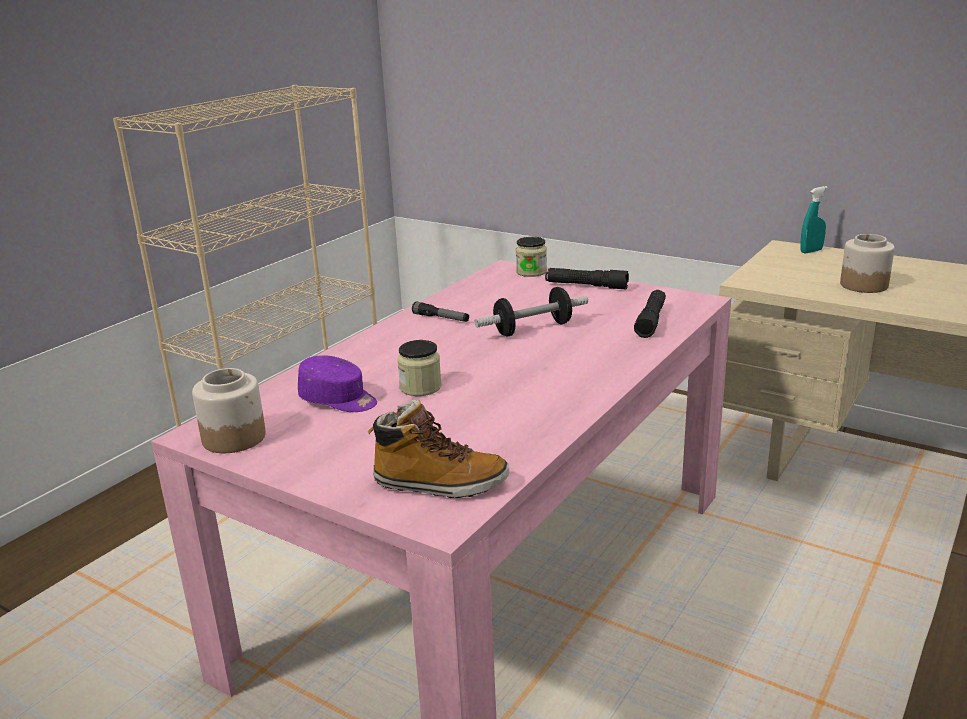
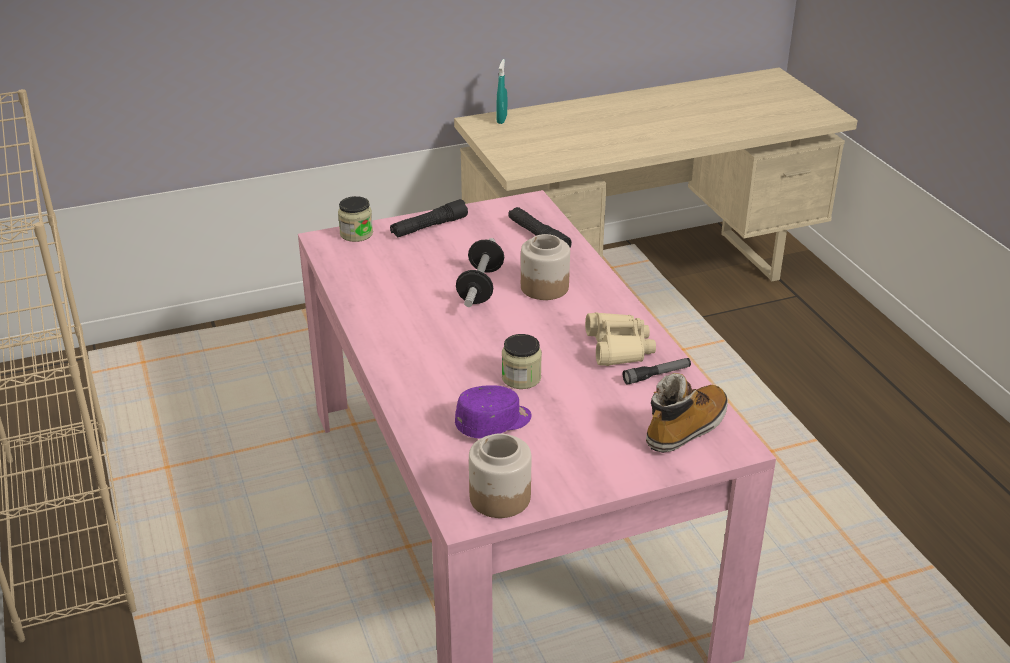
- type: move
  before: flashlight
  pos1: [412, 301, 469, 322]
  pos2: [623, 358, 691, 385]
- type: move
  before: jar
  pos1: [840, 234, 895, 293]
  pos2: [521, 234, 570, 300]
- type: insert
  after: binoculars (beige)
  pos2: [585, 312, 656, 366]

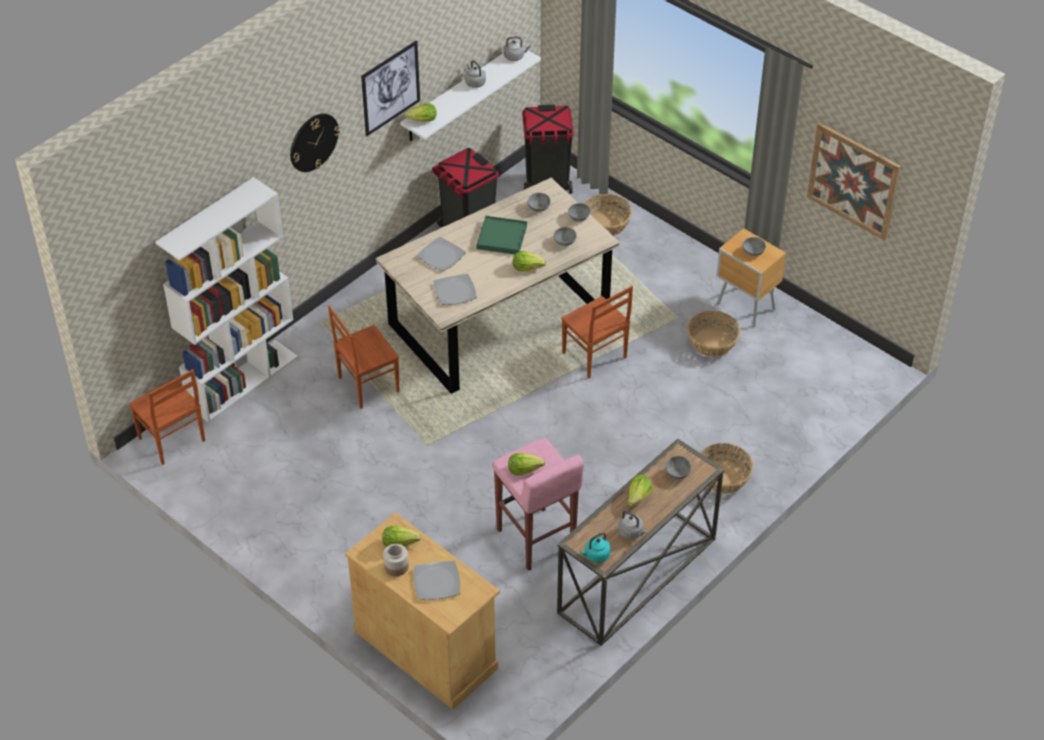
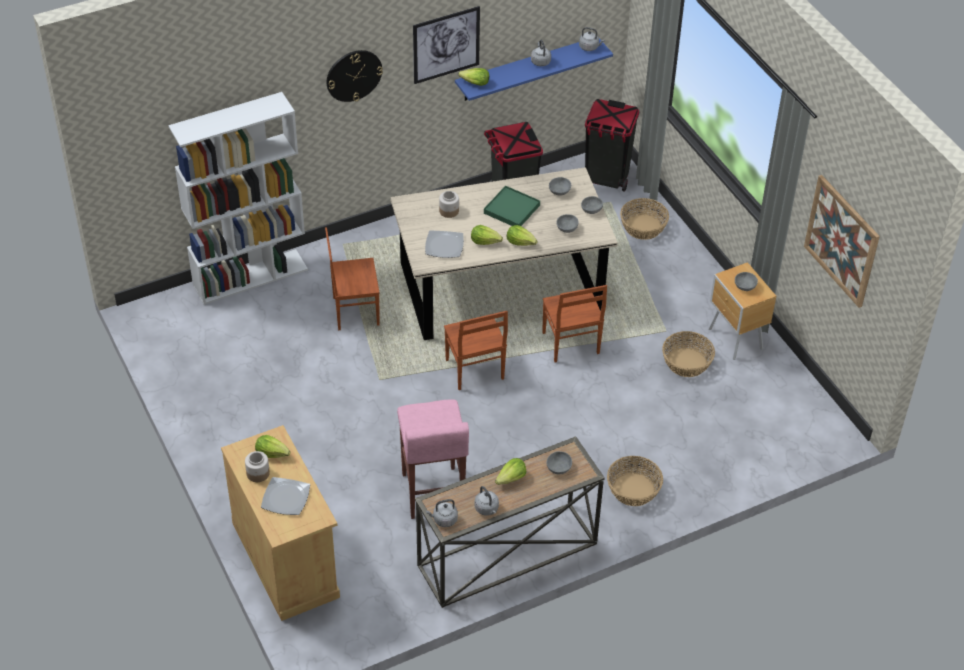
- type: move
  before: chair (brown)
  pos1: [129, 369, 205, 465]
  pos2: [444, 311, 508, 390]
- type: recolor
  before: shelf (white)
  after: shelf (blue)
  pos1: [400, 48, 541, 141]
  pos2: [455, 38, 613, 101]
- type: replace
  before: plate
  after: jar
  pos1: [417, 237, 466, 271]
  pos2: [439, 191, 459, 218]
- type: move
  before: lettuce
  pos1: [508, 453, 545, 475]
  pos2: [471, 225, 503, 245]
- type: recolor
  before: kettle (turquoise)
  after: kettle (grey)
  pos1: [580, 532, 611, 563]
  pos2: [426, 499, 458, 527]

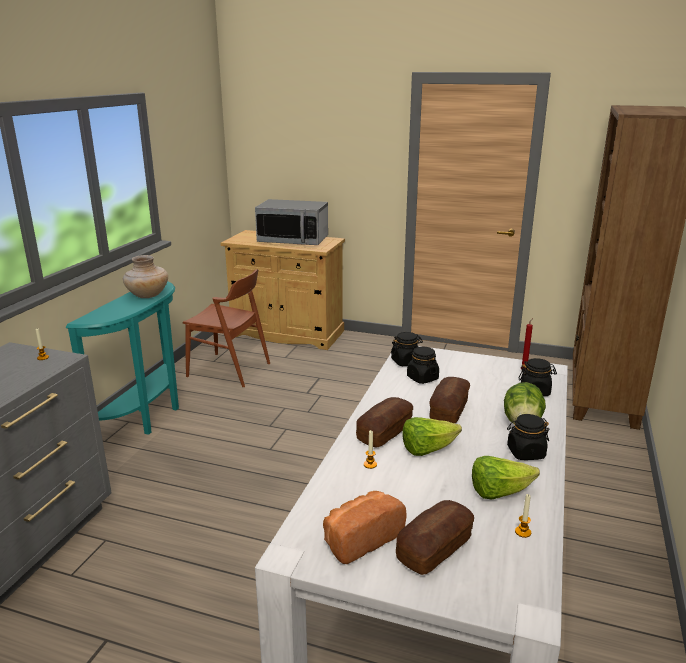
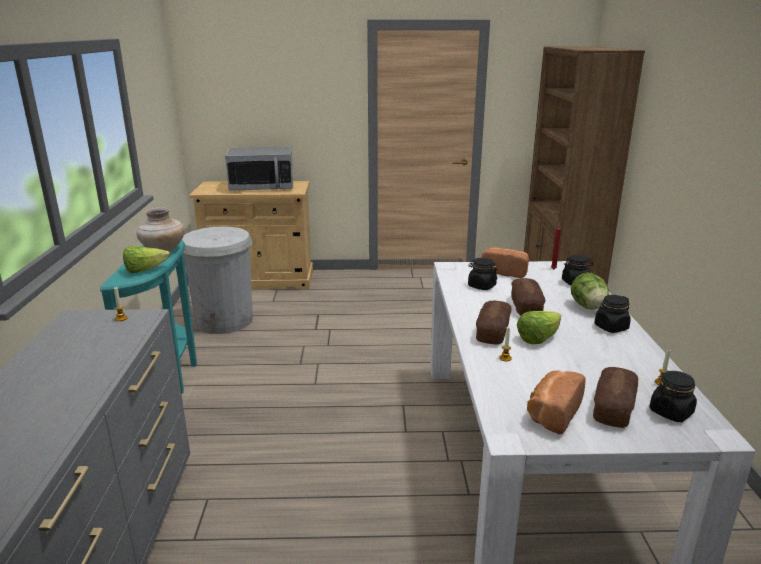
- type: replace
  before: chair (brown)
  after: trash can (white)
  pos1: [183, 269, 270, 387]
  pos2: [182, 226, 253, 334]
- type: move
  before: jar (black)
  pos1: [391, 332, 423, 366]
  pos2: [649, 371, 697, 422]
- type: move
  before: lettuce
  pos1: [472, 456, 540, 500]
  pos2: [123, 246, 170, 273]
- type: insert
  after: bread
  pos2: [481, 247, 529, 278]

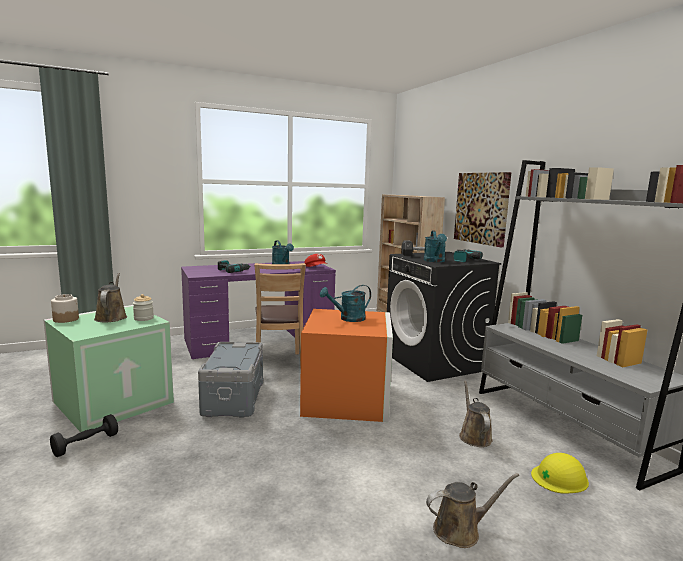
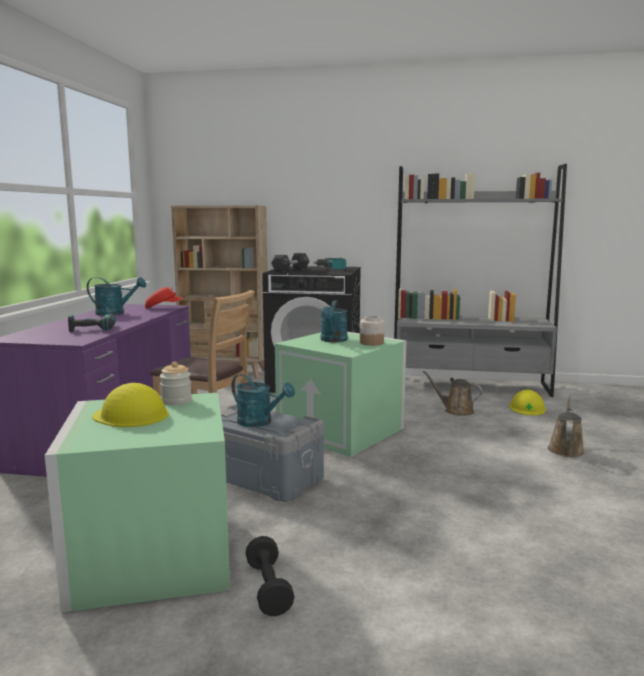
- type: move
  before: jar
  pos1: [51, 294, 79, 323]
  pos2: [360, 316, 384, 346]
- type: replace
  before: watering can (brown)
  after: hard hat (yellow)
  pos1: [94, 273, 127, 322]
  pos2: [92, 383, 169, 427]
- type: recolor
  before: storage box (orange)
  after: storage box (green)
  pos1: [300, 309, 393, 422]
  pos2: [275, 332, 407, 457]
- type: move
  before: watering can (turquoise)
  pos1: [424, 231, 447, 262]
  pos2: [231, 374, 295, 427]
- type: delete
  before: picture
  pos1: [454, 172, 512, 247]

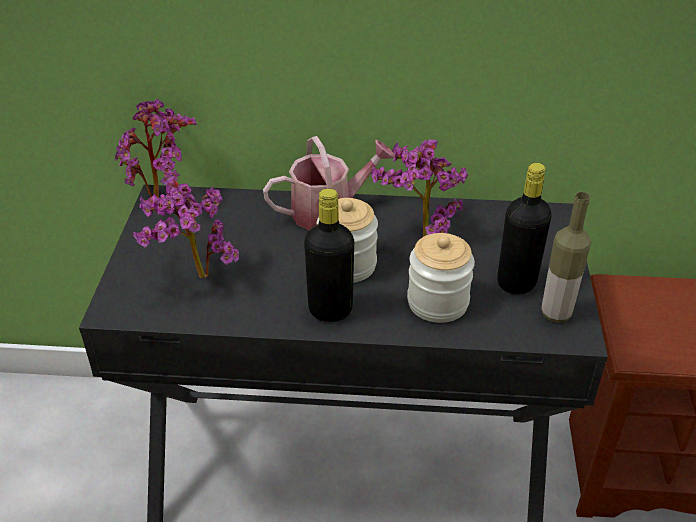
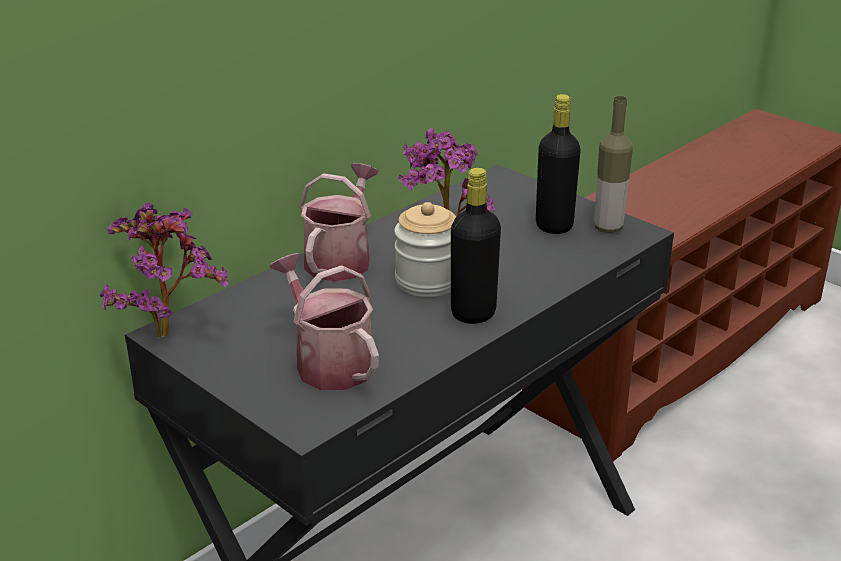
- type: replace
  before: potted plant
  after: watering can
  pos1: [133, 176, 239, 279]
  pos2: [269, 253, 379, 390]
- type: delete
  before: jar
  pos1: [407, 233, 475, 323]

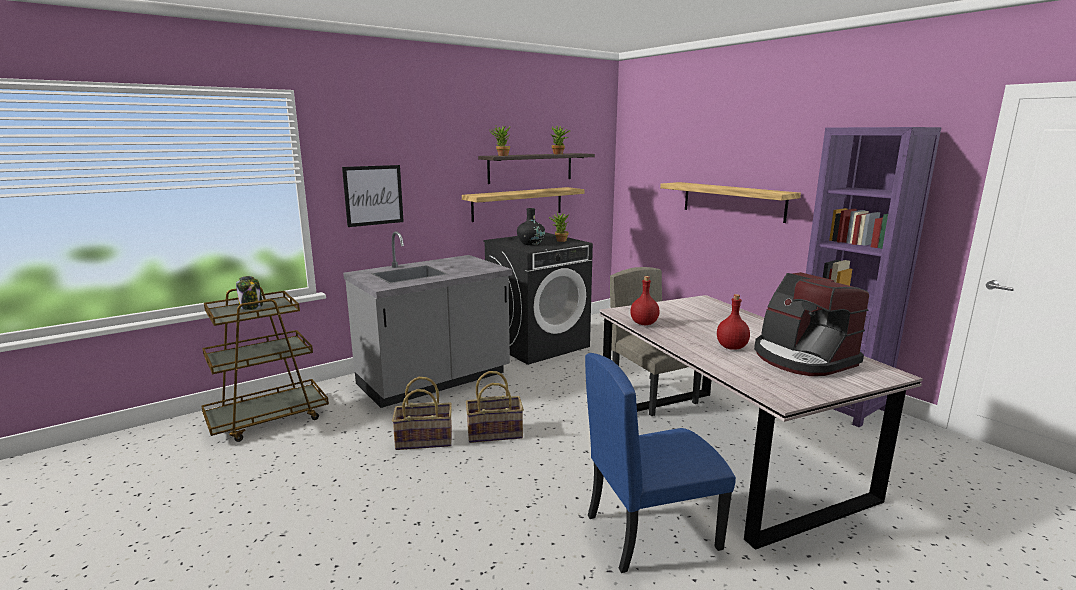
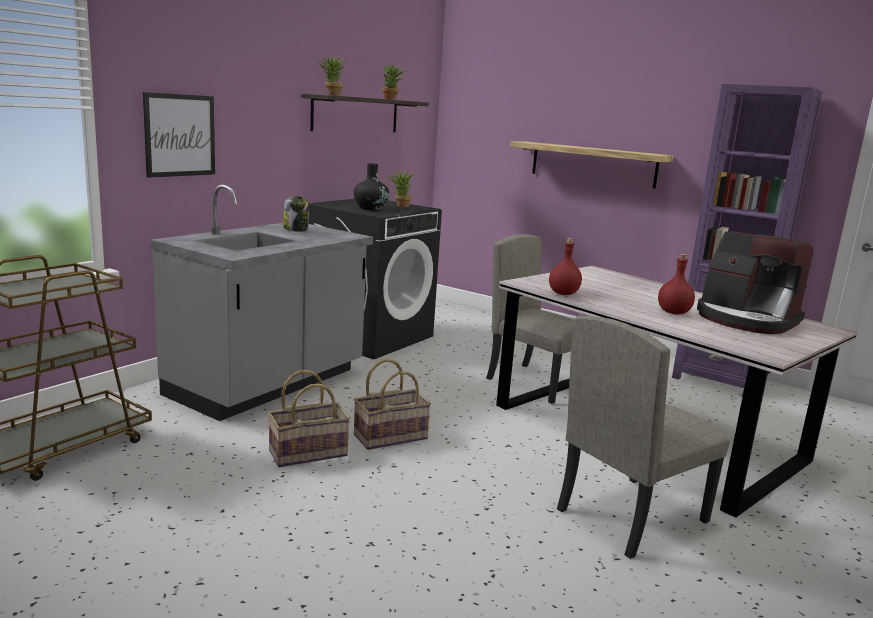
- type: move
  before: jar
  pos1: [236, 276, 263, 310]
  pos2: [283, 196, 309, 232]
- type: delete
  before: shelf
  pos1: [462, 187, 585, 222]
- type: recolor
  before: chair (blue)
  after: chair (beige)
  pos1: [585, 353, 736, 573]
  pos2: [557, 316, 730, 559]

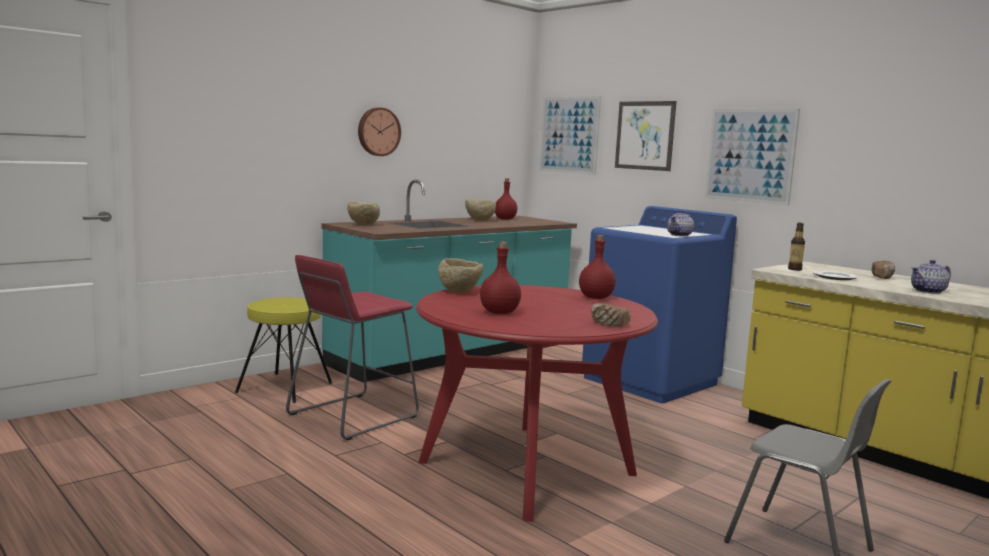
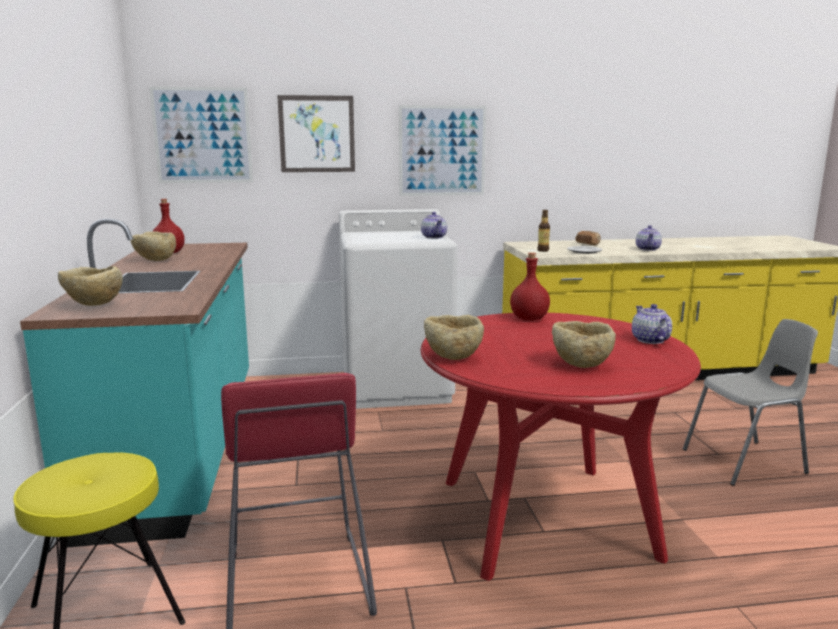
- type: delete
  before: wall clock
  pos1: [358, 107, 401, 156]
- type: replace
  before: bottle (red)
  after: bowl (beige)
  pos1: [480, 242, 521, 314]
  pos2: [552, 321, 616, 368]
- type: recolor
  before: washing machine (blue)
  after: washing machine (white)
  pos1: [582, 206, 737, 403]
  pos2: [339, 209, 457, 409]
- type: replace
  before: bread
  after: teapot
  pos1: [591, 303, 631, 327]
  pos2: [632, 304, 672, 344]

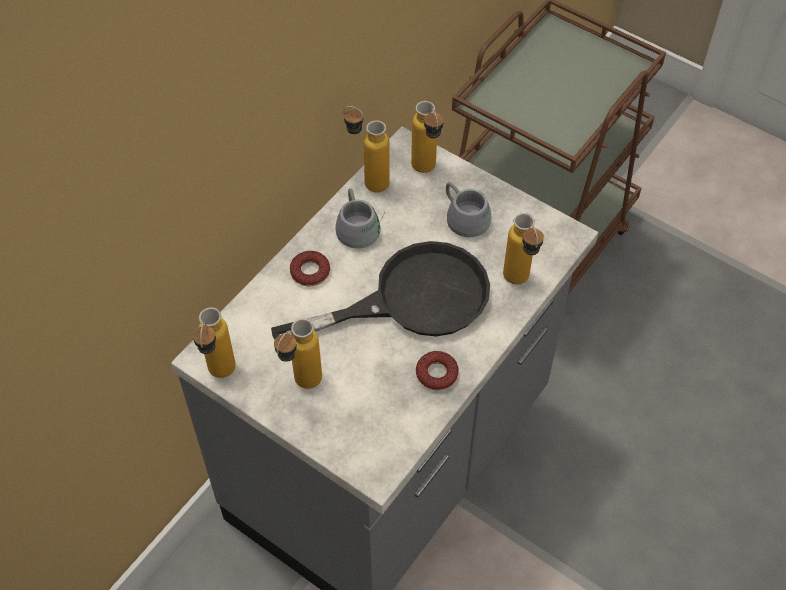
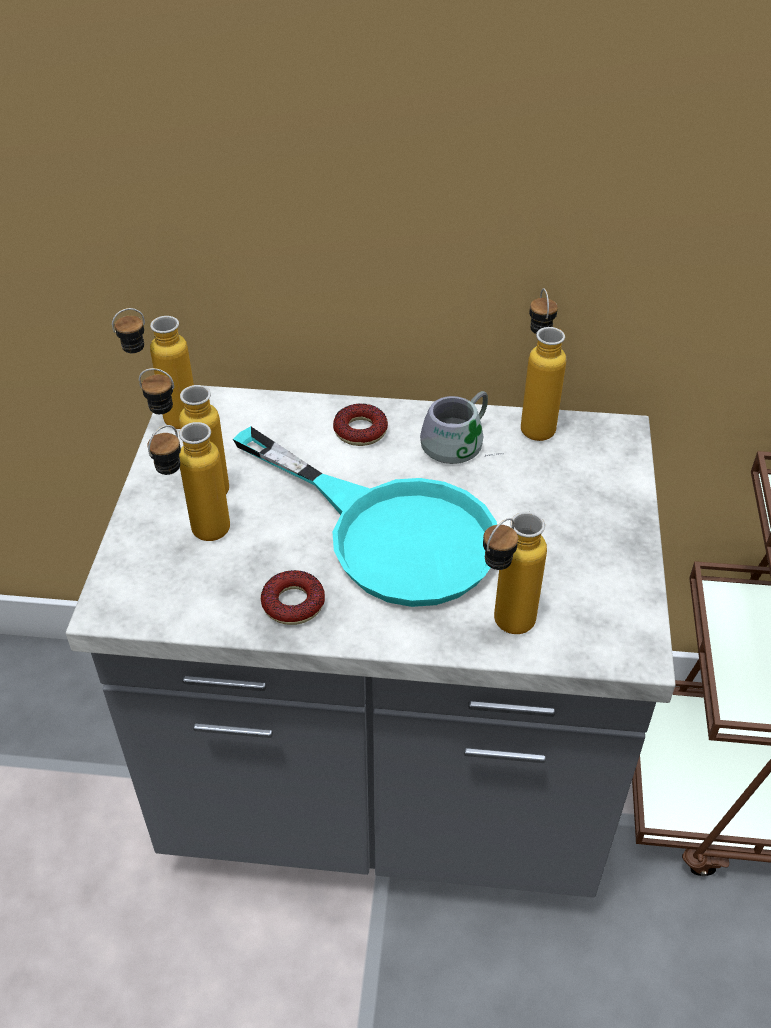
- type: recolor
  before: frying pan (black)
  after: frying pan (turquoise)
  pos1: [271, 241, 490, 339]
  pos2: [233, 426, 497, 607]
- type: move
  before: bottle
  pos1: [411, 101, 444, 173]
  pos2: [147, 422, 230, 541]
- type: delete
  before: mug (grey)
  pos1: [446, 182, 492, 237]

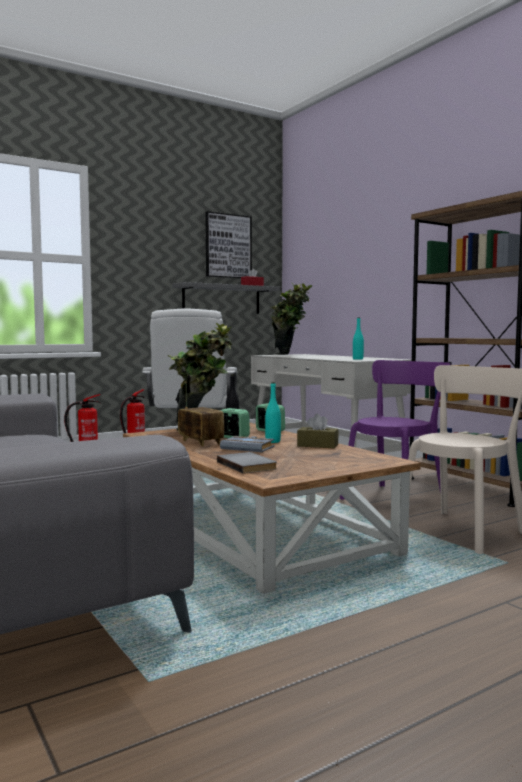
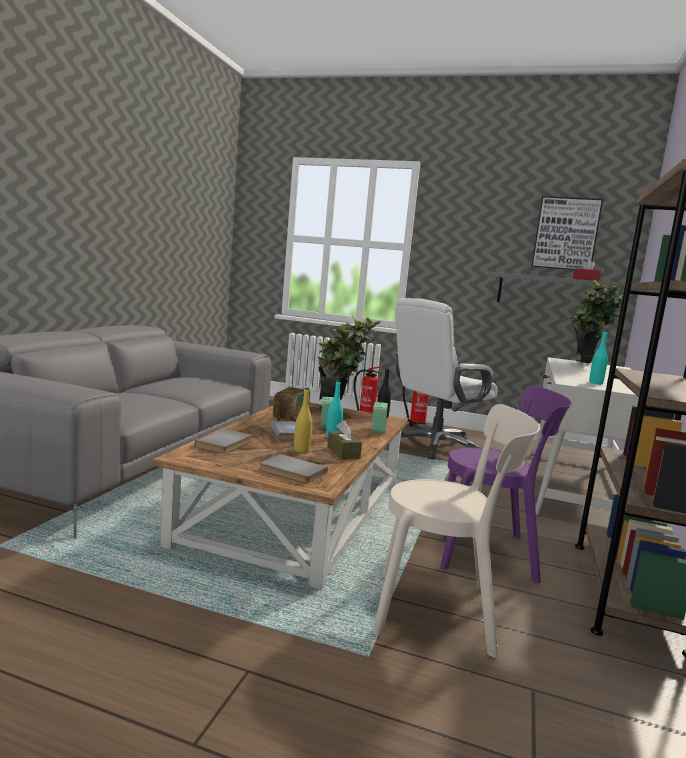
- type: insert
  after: book (grey)
  pos2: [259, 454, 328, 484]
- type: insert
  after: bottle (yellow)
  pos2: [294, 388, 312, 453]

